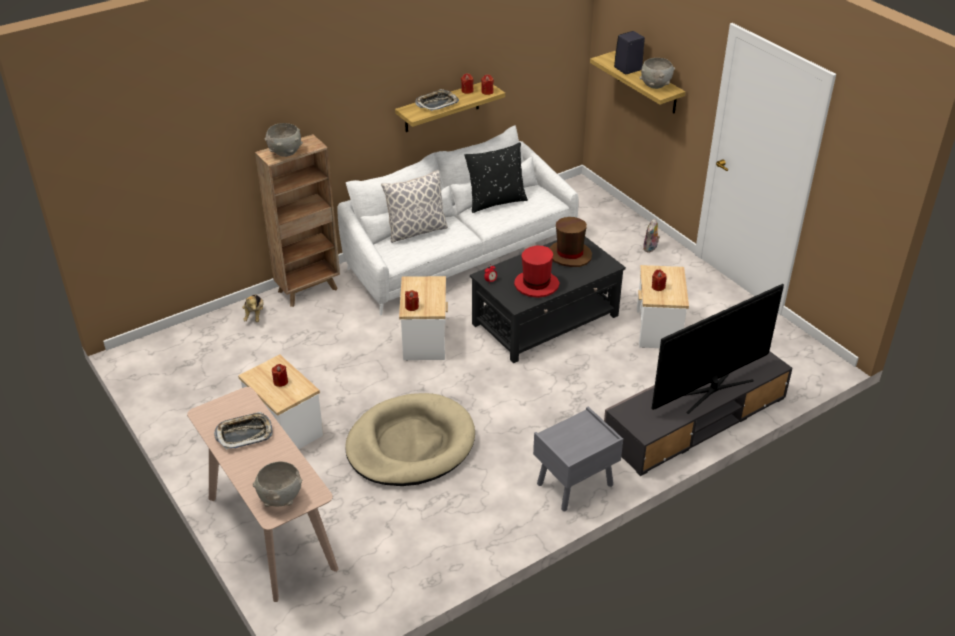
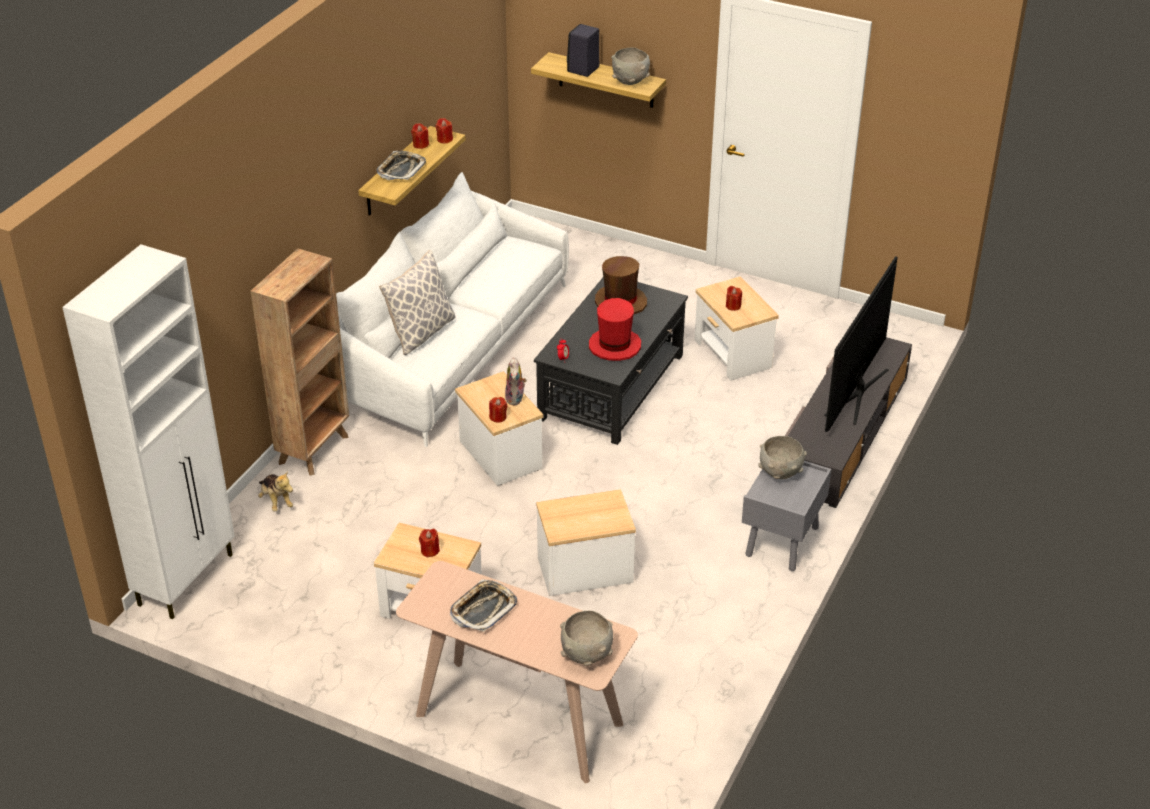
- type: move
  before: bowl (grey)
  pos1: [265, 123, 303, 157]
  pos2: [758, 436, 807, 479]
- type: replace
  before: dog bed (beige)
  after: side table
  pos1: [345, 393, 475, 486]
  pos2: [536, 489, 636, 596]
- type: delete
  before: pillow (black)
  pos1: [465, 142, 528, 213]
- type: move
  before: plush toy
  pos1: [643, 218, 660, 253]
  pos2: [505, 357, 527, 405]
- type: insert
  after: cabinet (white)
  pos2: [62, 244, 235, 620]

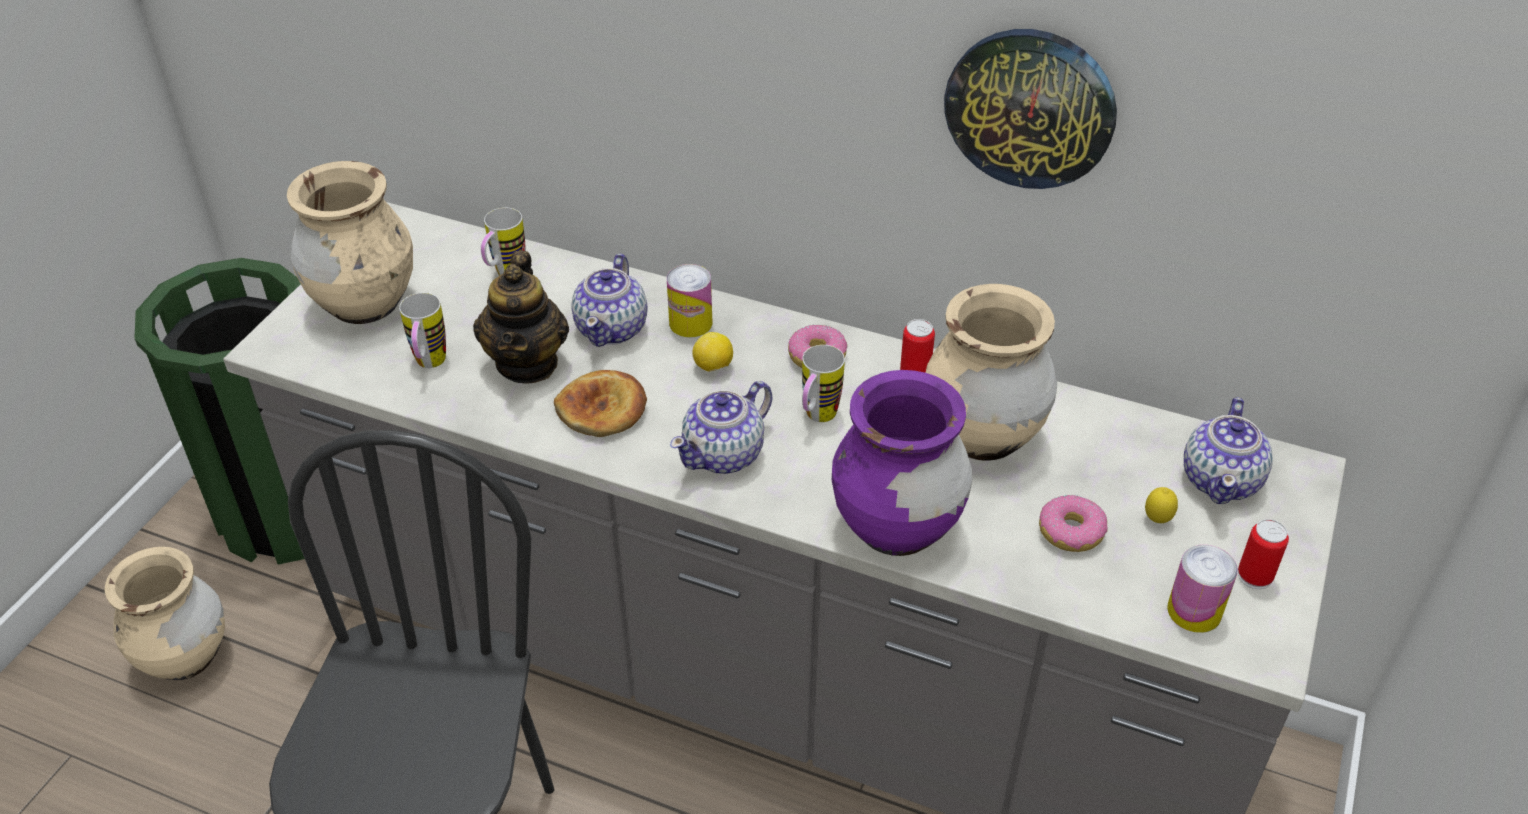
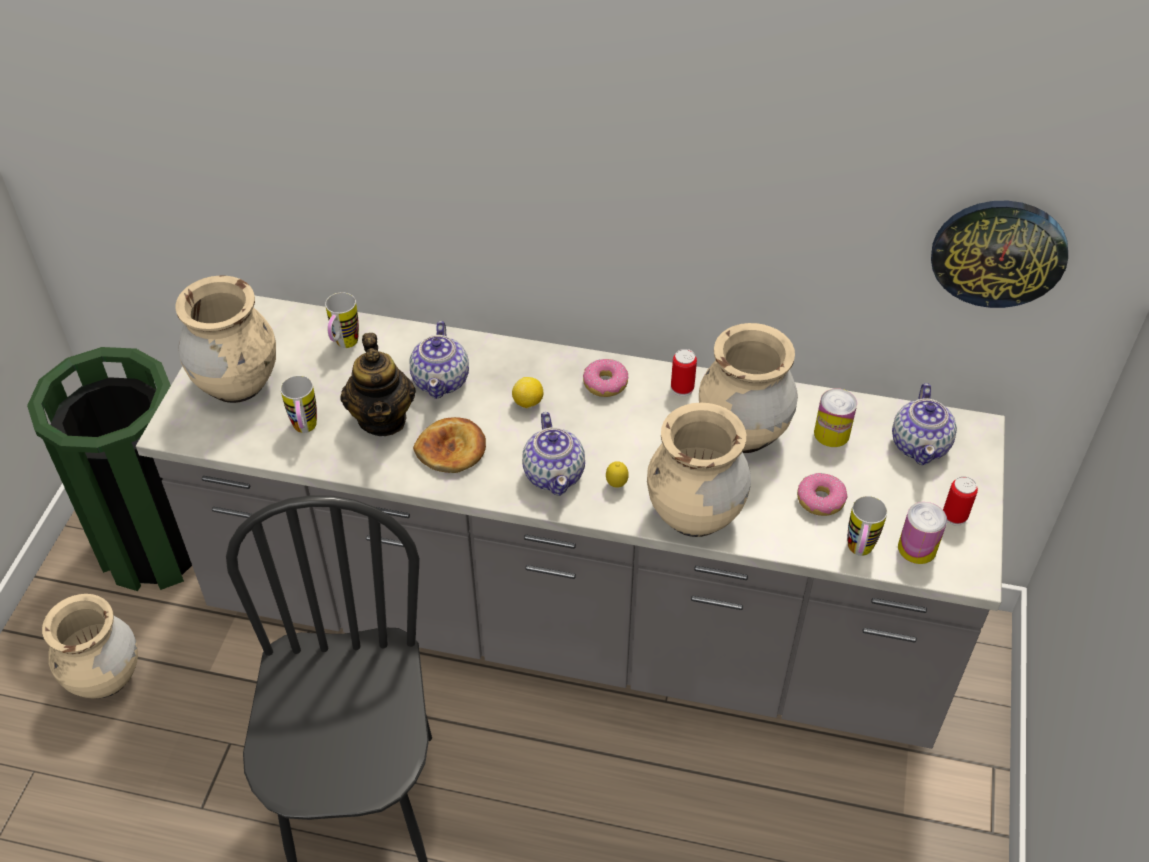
- type: move
  before: can
  pos1: [667, 264, 712, 337]
  pos2: [814, 388, 857, 447]
- type: rotate
  before: teapot
  pos1: [670, 381, 773, 474]
  pos2: [522, 412, 585, 496]
  turn: -45
- type: move
  before: mug
  pos1: [802, 345, 845, 422]
  pos2: [848, 496, 887, 556]
- type: recolor
  before: vase (purple)
  after: vase (beige)
  pos1: [832, 370, 972, 556]
  pos2: [647, 403, 751, 537]
- type: move
  before: wall clock
  pos1: [944, 29, 1117, 189]
  pos2: [931, 201, 1068, 308]
- type: move
  before: lemon
  pos1: [1145, 487, 1178, 523]
  pos2: [606, 461, 629, 488]

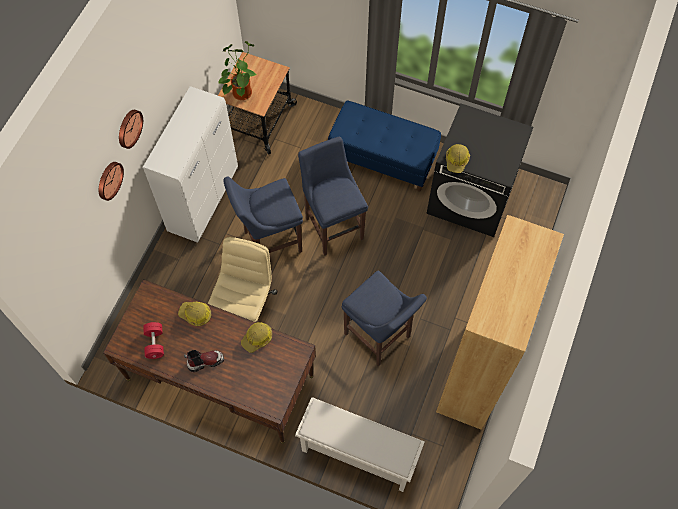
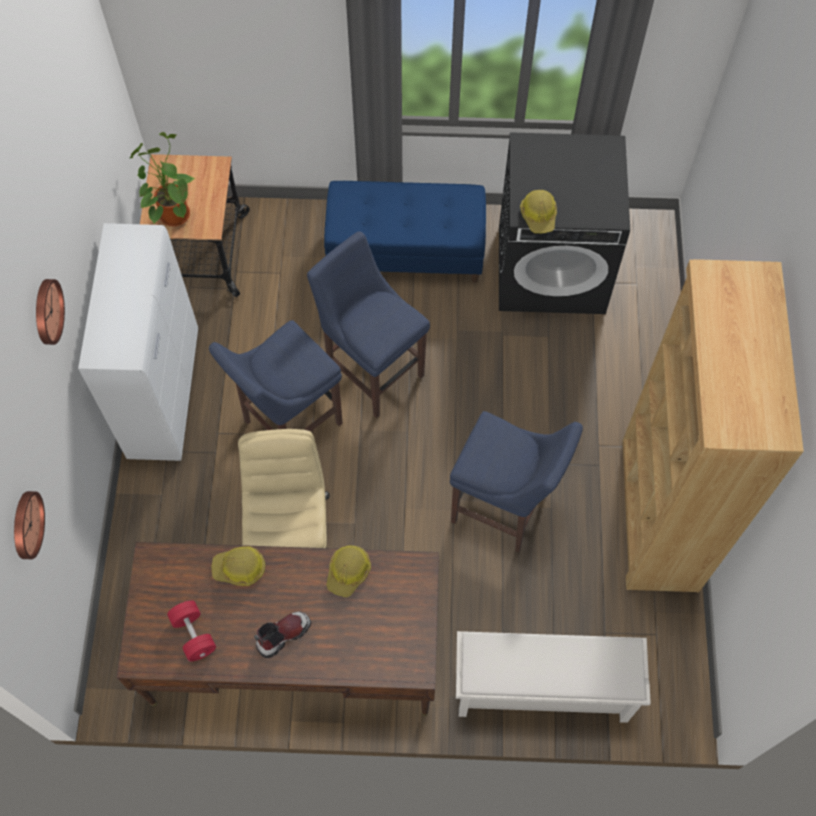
- type: move
  before: wall clock
  pos1: [99, 162, 124, 201]
  pos2: [14, 491, 45, 559]

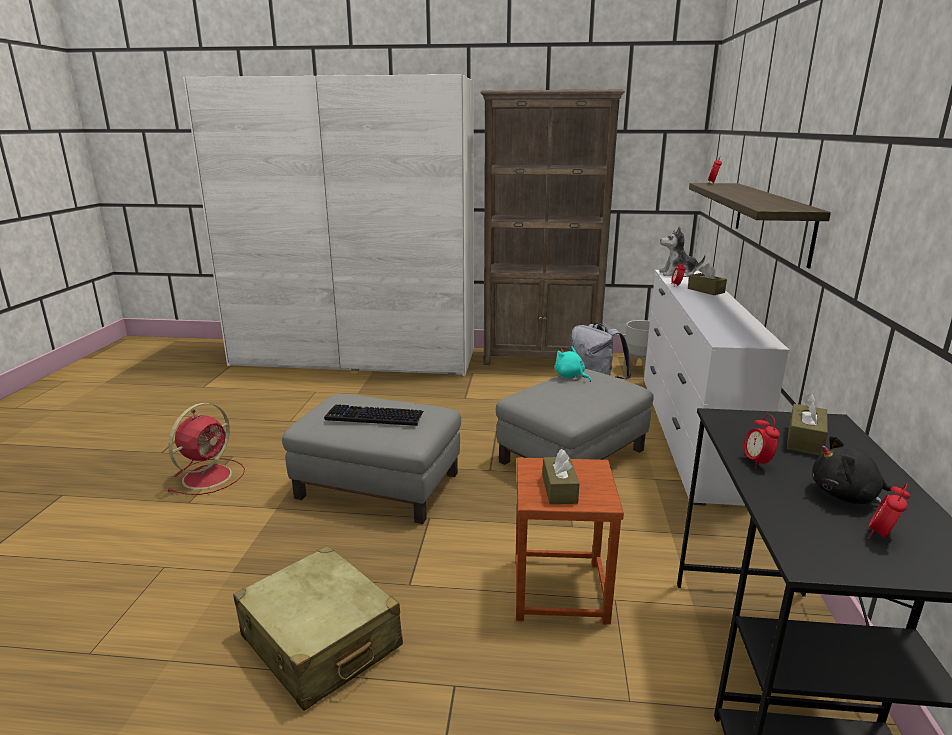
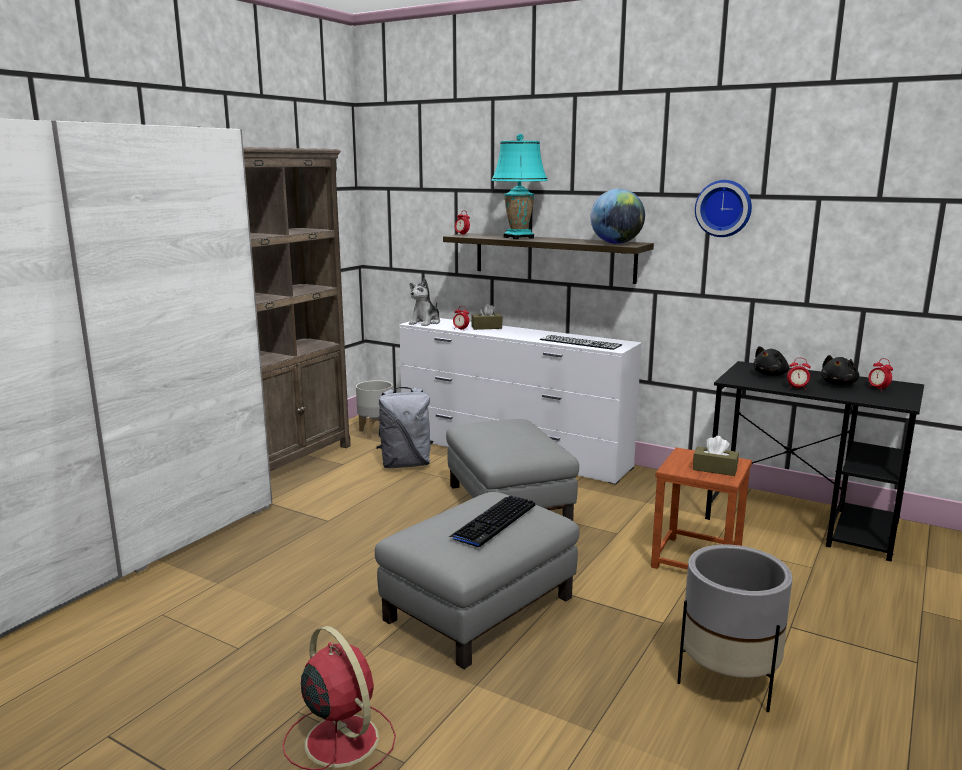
- type: replace
  before: suitcase (beige)
  after: planter (grey)
  pos1: [233, 546, 403, 711]
  pos2: [677, 545, 793, 712]
- type: delete
  before: plush toy (turquoise)
  pos1: [555, 346, 591, 382]
- type: replace
  before: tissue box (brown)
  after: plush toy (black)
  pos1: [787, 393, 828, 456]
  pos2: [753, 346, 789, 376]
- type: insert
  after: table lamp (turquoise)
  pos2: [491, 134, 548, 240]
- type: insert
  after: keyboard
  pos2: [540, 335, 622, 350]
- type: insert
  after: globe
  pos2: [590, 189, 645, 244]
- type: insert
  after: wall clock
  pos2: [695, 180, 752, 237]

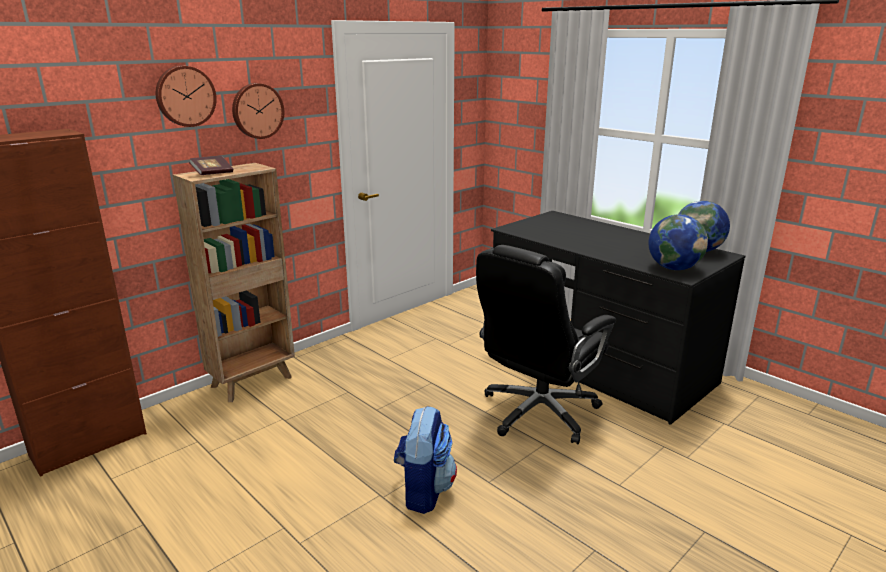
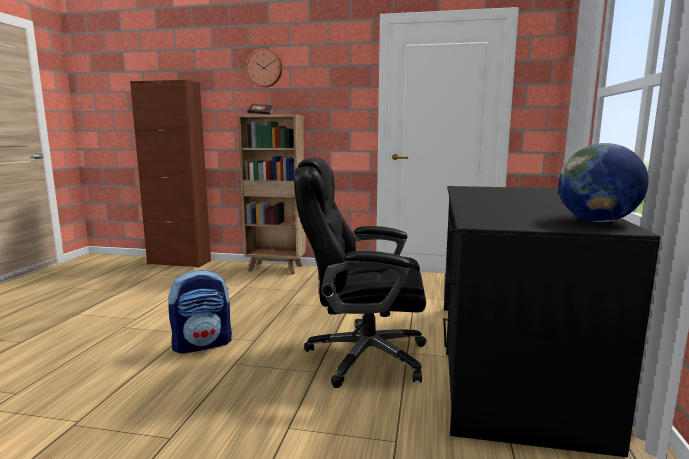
- type: delete
  before: wall clock
  pos1: [232, 83, 284, 139]
- type: delete
  before: globe
  pos1: [648, 214, 708, 270]

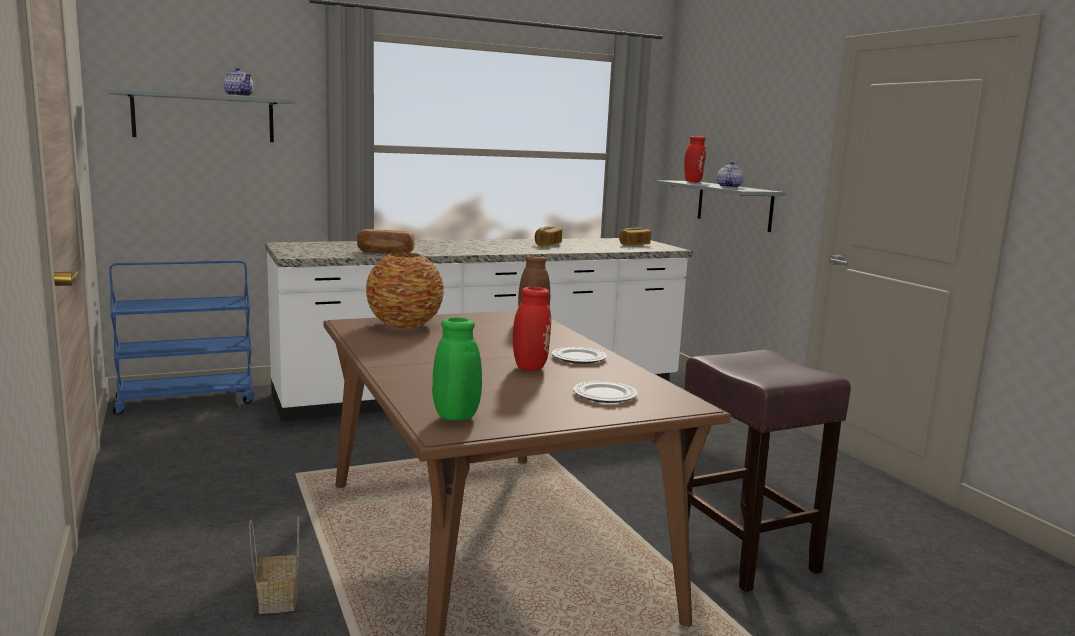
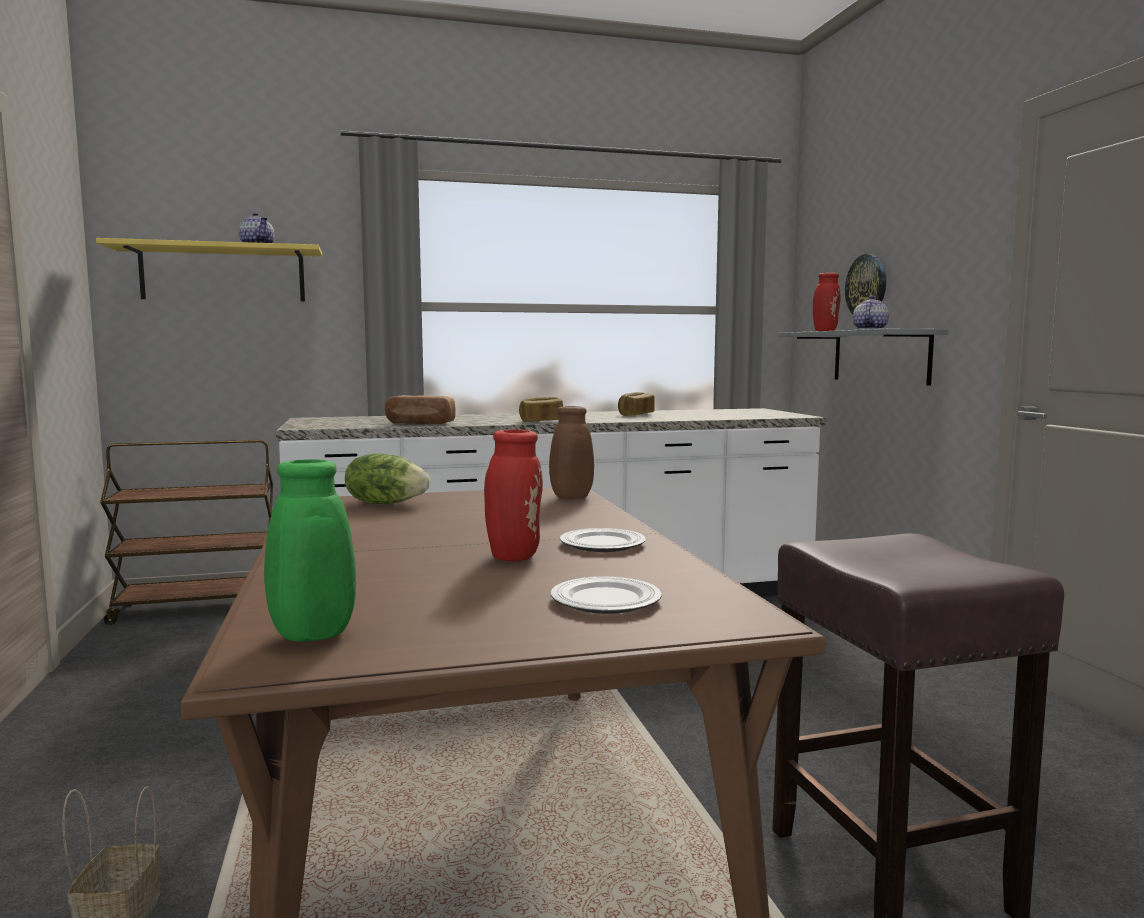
- type: recolor
  before: shelf (grey)
  after: shelf (yellow)
  pos1: [107, 88, 296, 142]
  pos2: [96, 238, 322, 302]
- type: recolor
  before: cart (blue)
  after: cart (brown)
  pos1: [109, 260, 254, 415]
  pos2: [100, 440, 273, 625]
- type: replace
  before: vase
  after: lettuce
  pos1: [366, 253, 444, 329]
  pos2: [345, 453, 430, 504]
- type: move
  before: bread
  pos1: [619, 228, 651, 245]
  pos2: [519, 397, 563, 422]
- type: insert
  after: wall clock
  pos2: [845, 254, 886, 314]

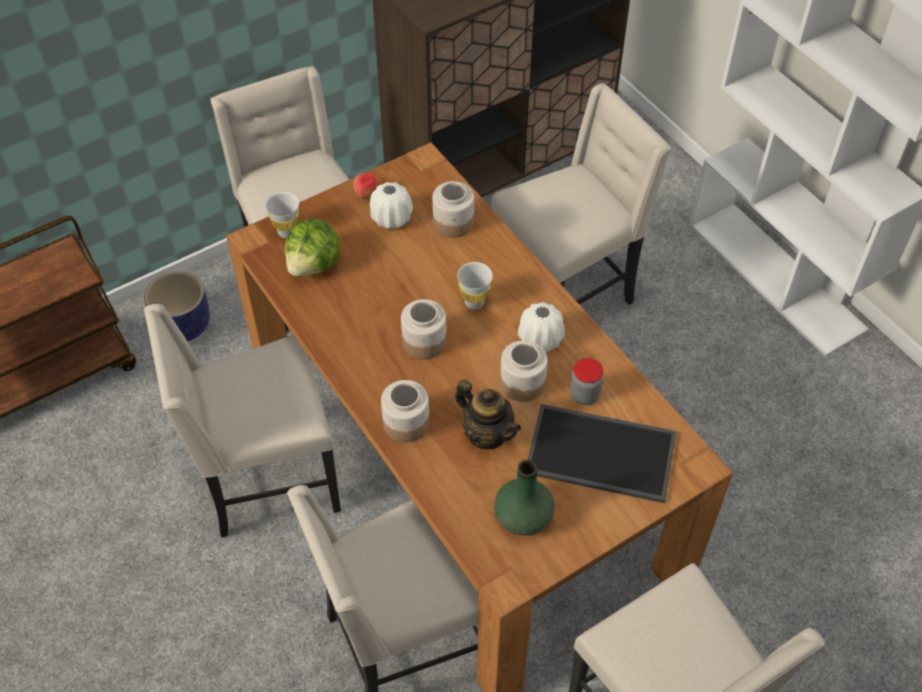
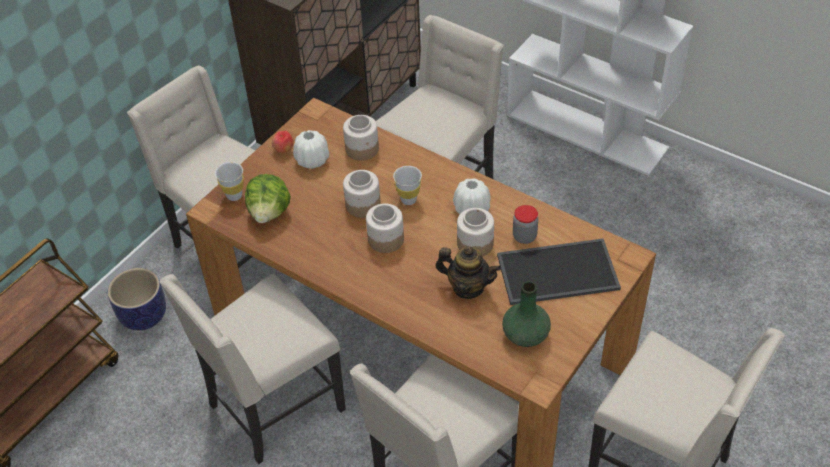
- type: move
  before: jar
  pos1: [381, 380, 430, 443]
  pos2: [343, 170, 381, 218]

